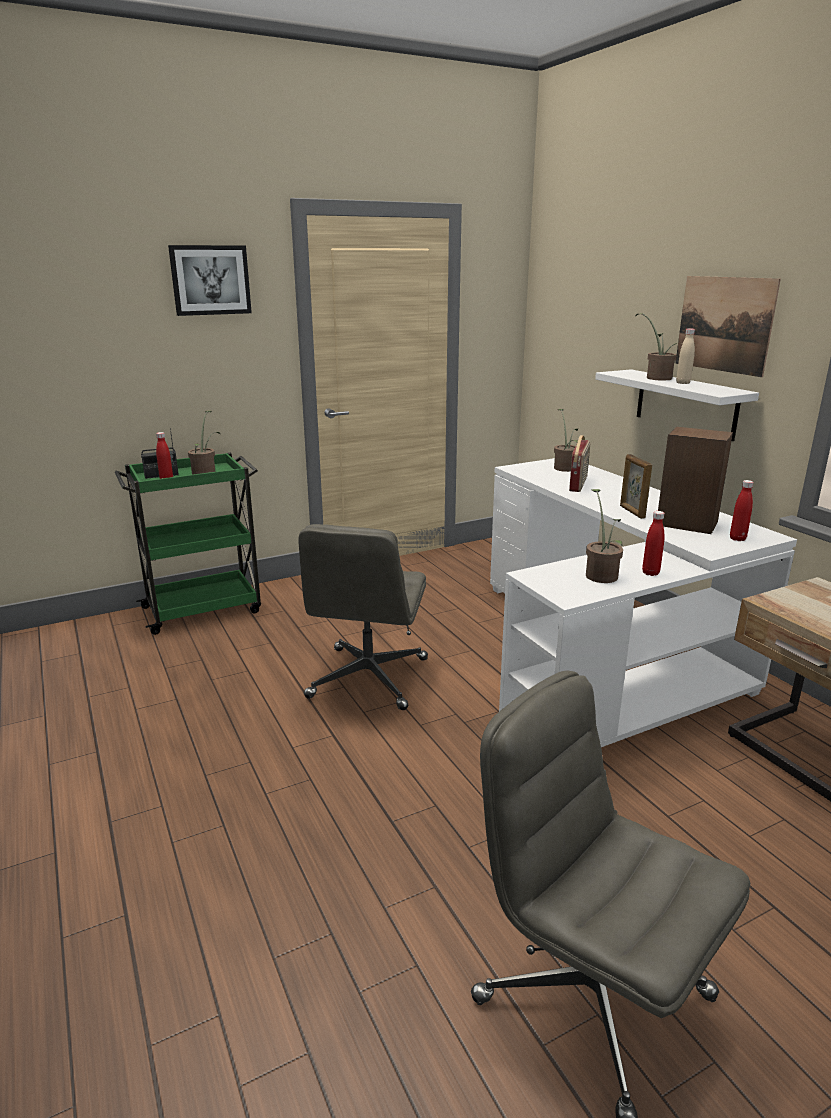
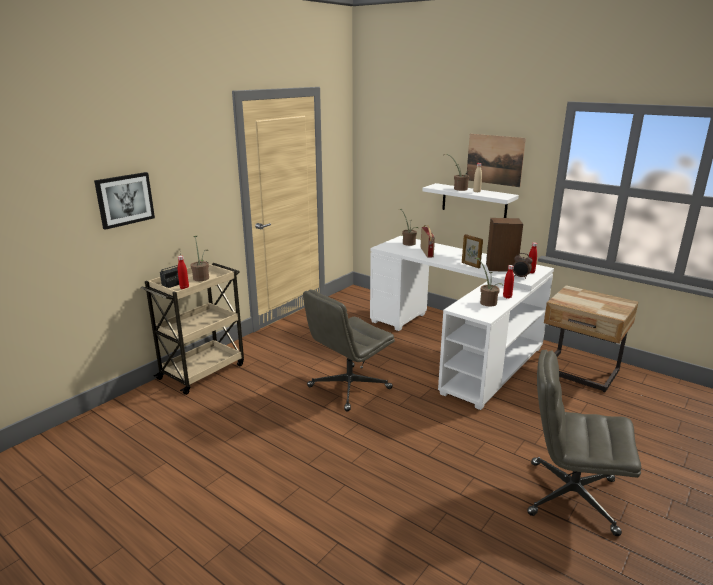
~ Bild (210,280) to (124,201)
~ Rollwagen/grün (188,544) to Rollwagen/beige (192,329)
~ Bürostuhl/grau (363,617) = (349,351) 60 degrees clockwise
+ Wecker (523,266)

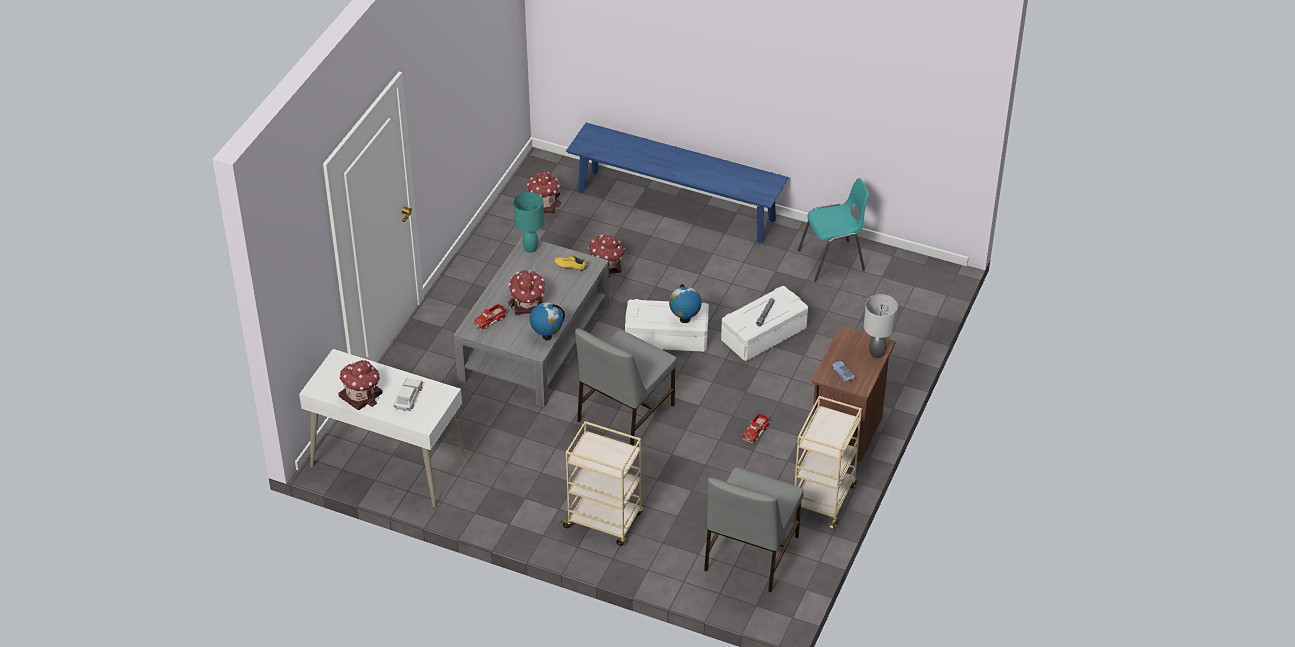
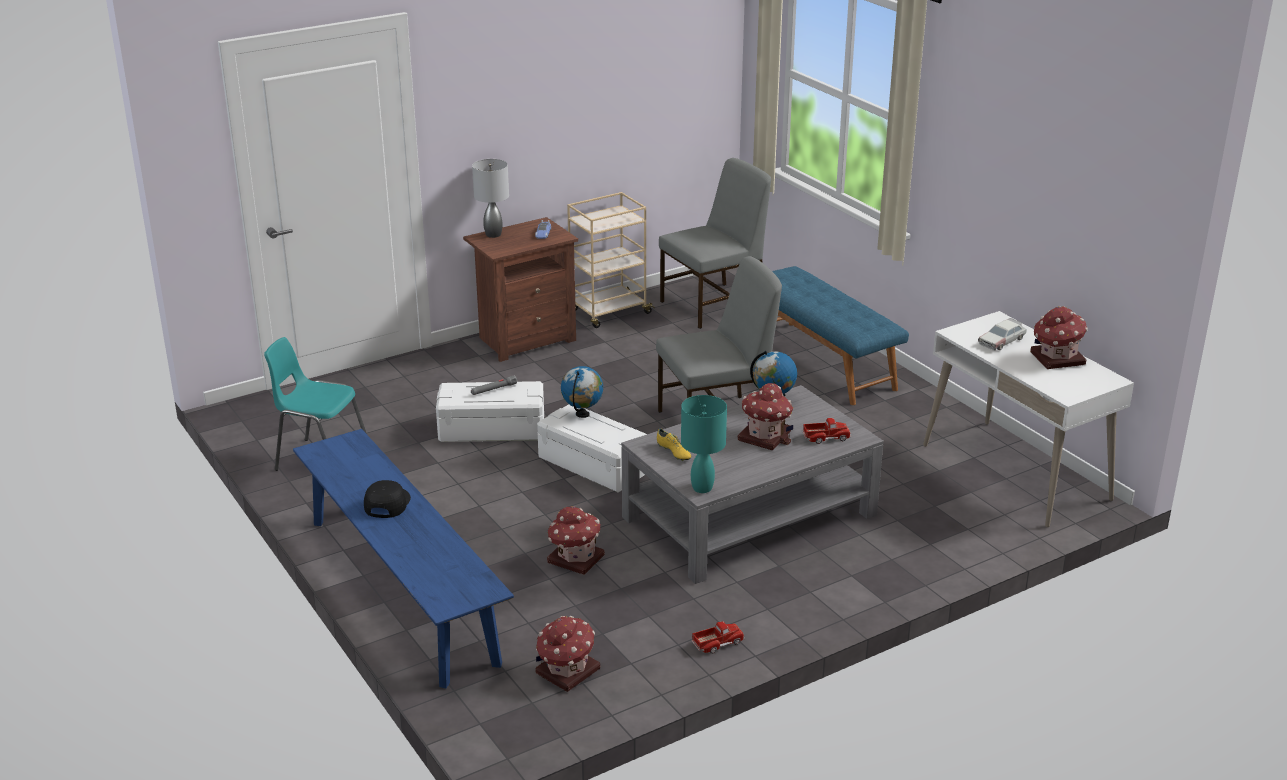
+ Kappe/schwarz (387,499)
~ Spielzeuglaster (756,428) to (718,637)
~ Rollwagen/beige (601,483) to Bank/blau (840,335)

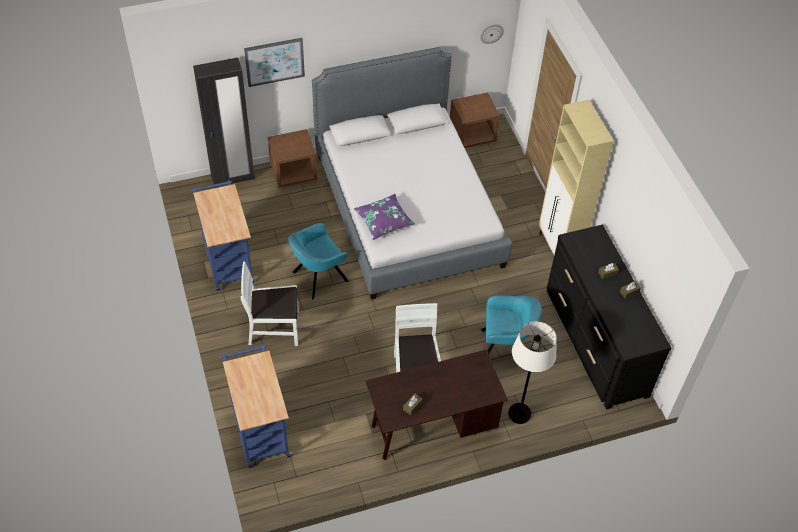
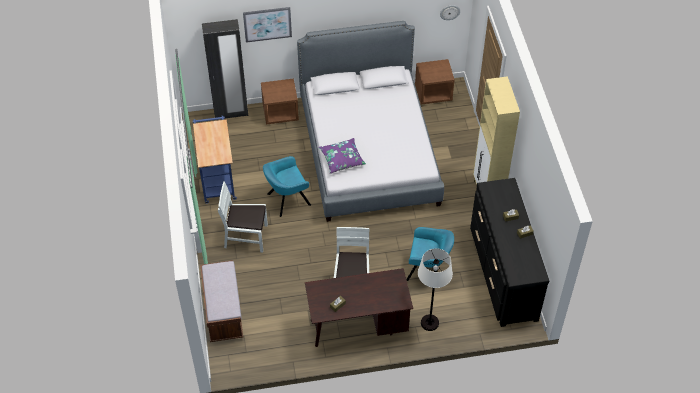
~ Rollwagen/blau (256,406) to Bank/braun (221,301)

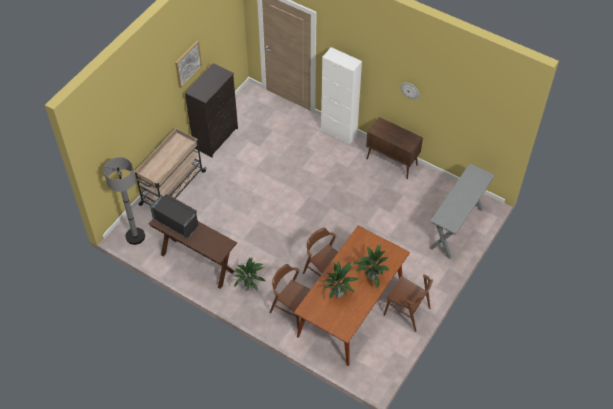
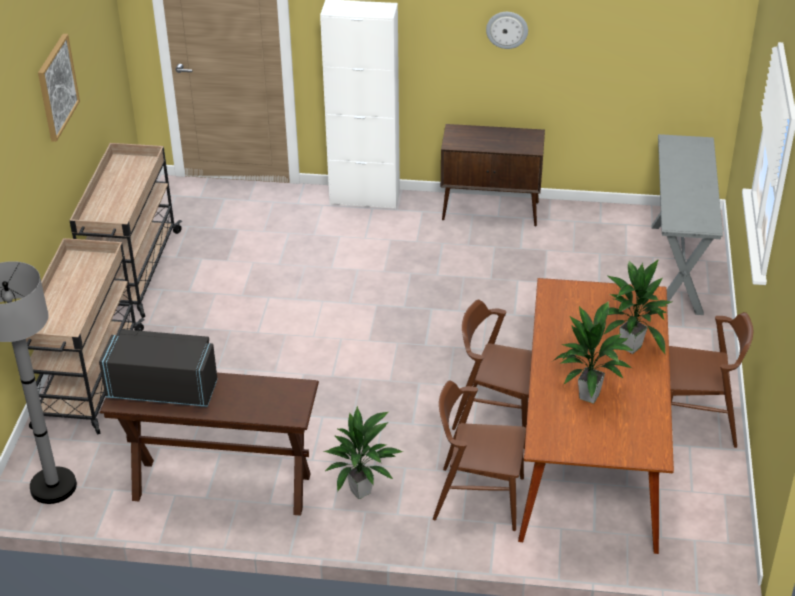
~ Kommode/schwarz (211,110) to Rollwagen/beige (125,230)

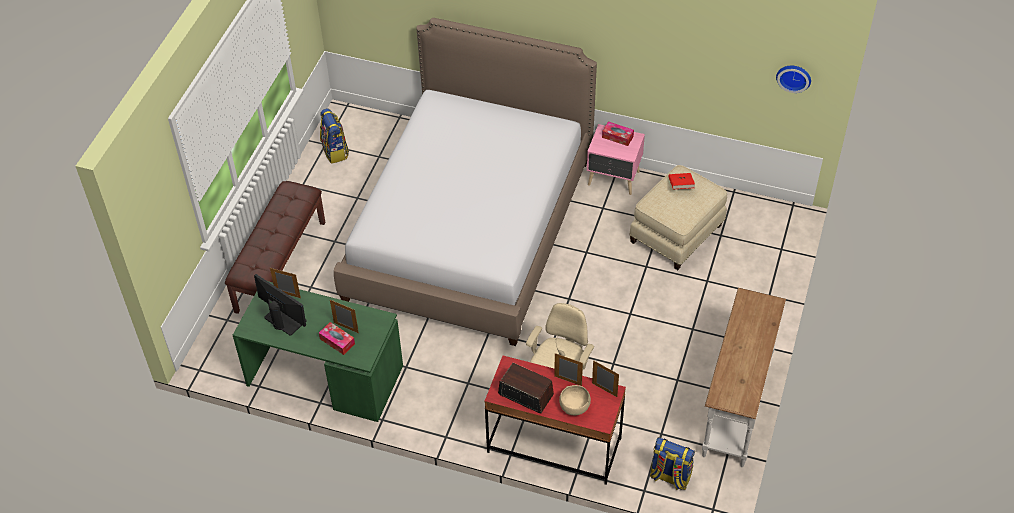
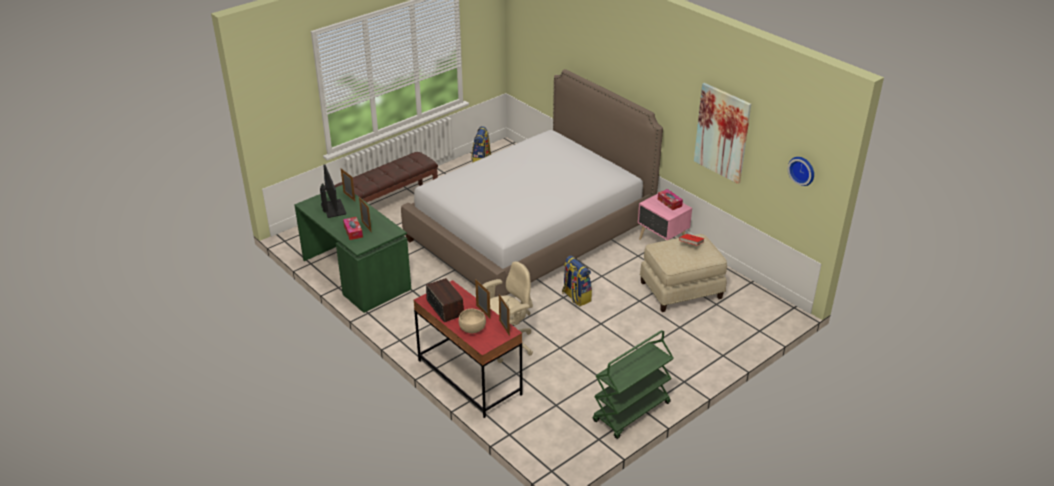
~ Rucksack (672,463) to (577,280)
~ Konsolentisch/weiß (744,377) to Rollwagen/grün (633,384)
+ Bild (722,133)

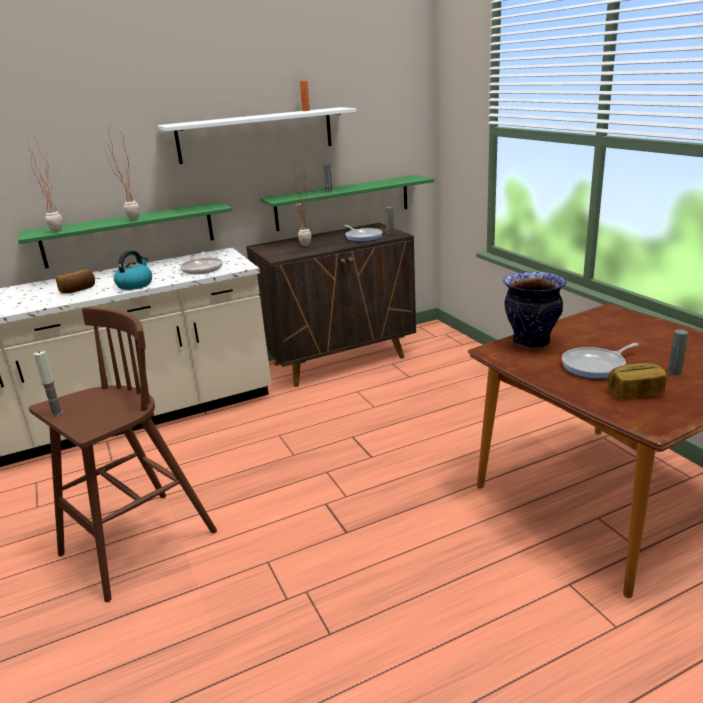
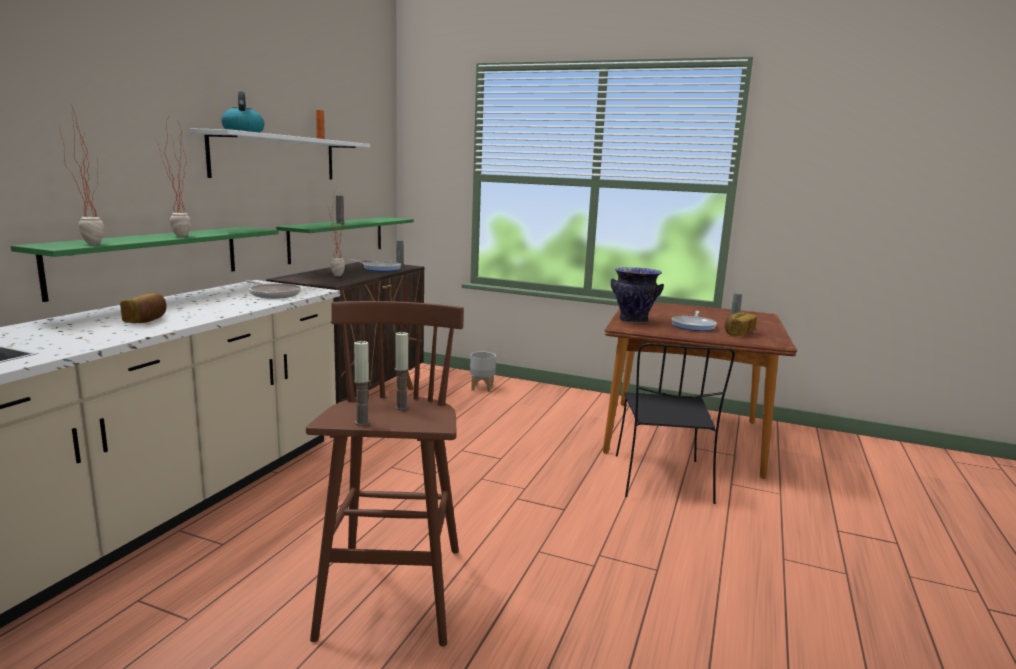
~ Wasserkessel (133,270) to (243,112)
+ Kerze (402,371)
+ Pflanzkübel/grau (483,371)
+ Stuhl/schwarz (675,423)

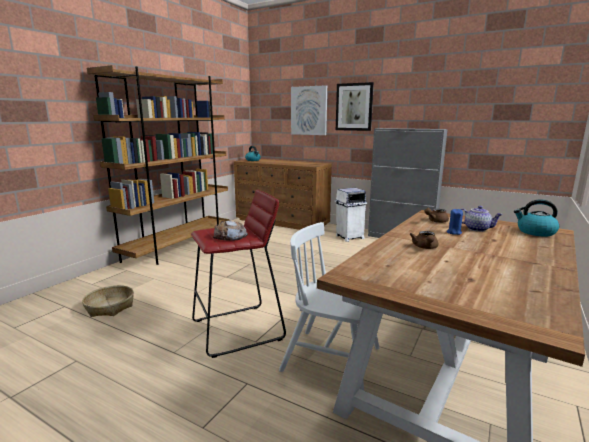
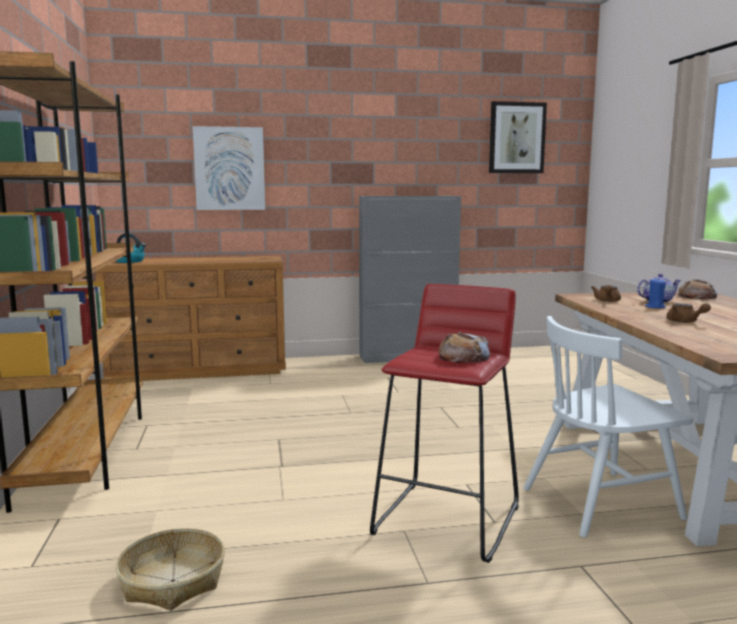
~ Bild (355,106) to (518,137)
~ Wasserkessel (536,218) to Brot (696,289)
- Mülleimer/weiß (351,215)

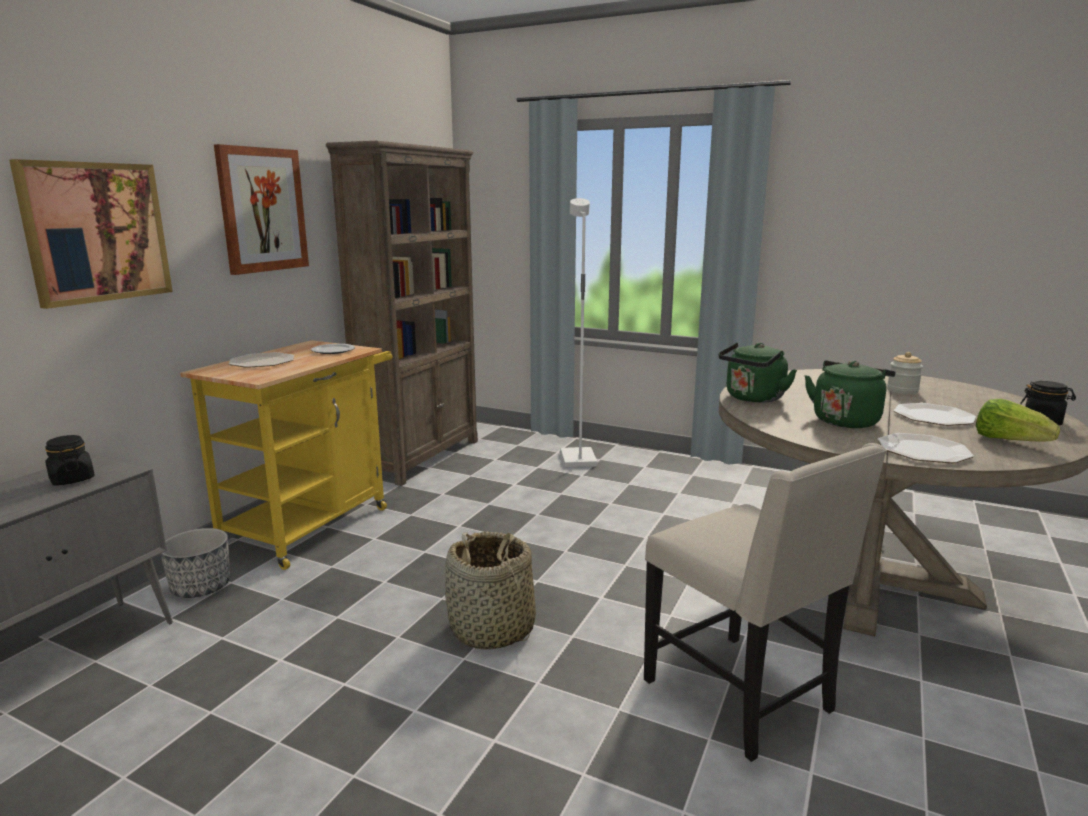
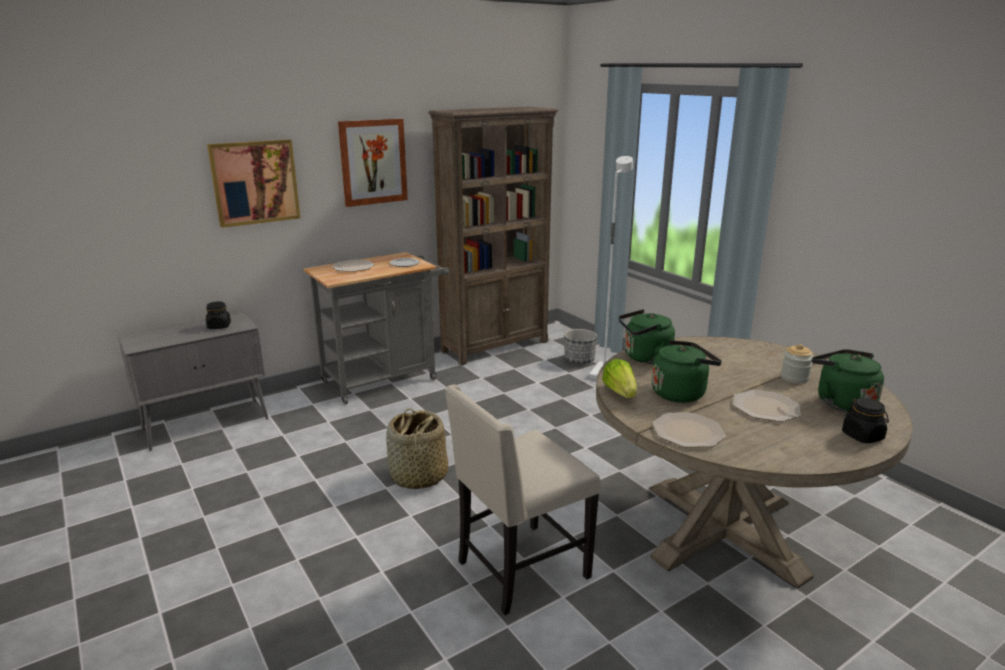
~ Rollwagen/gelb (286,455) to Rollwagen/grau (376,328)
~ Stuhl/beige (765,602) = (523,500) 60 degrees clockwise
~ Pflanzkübel (195,563) to (580,346)
~ Salatkopf (1018,420) to (619,378)
+ Wasserkessel/grün (848,381)

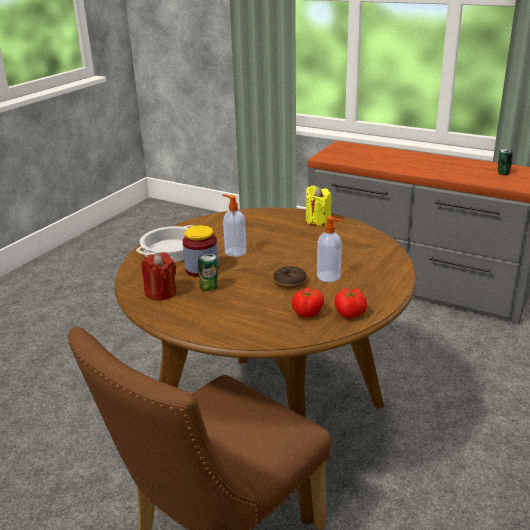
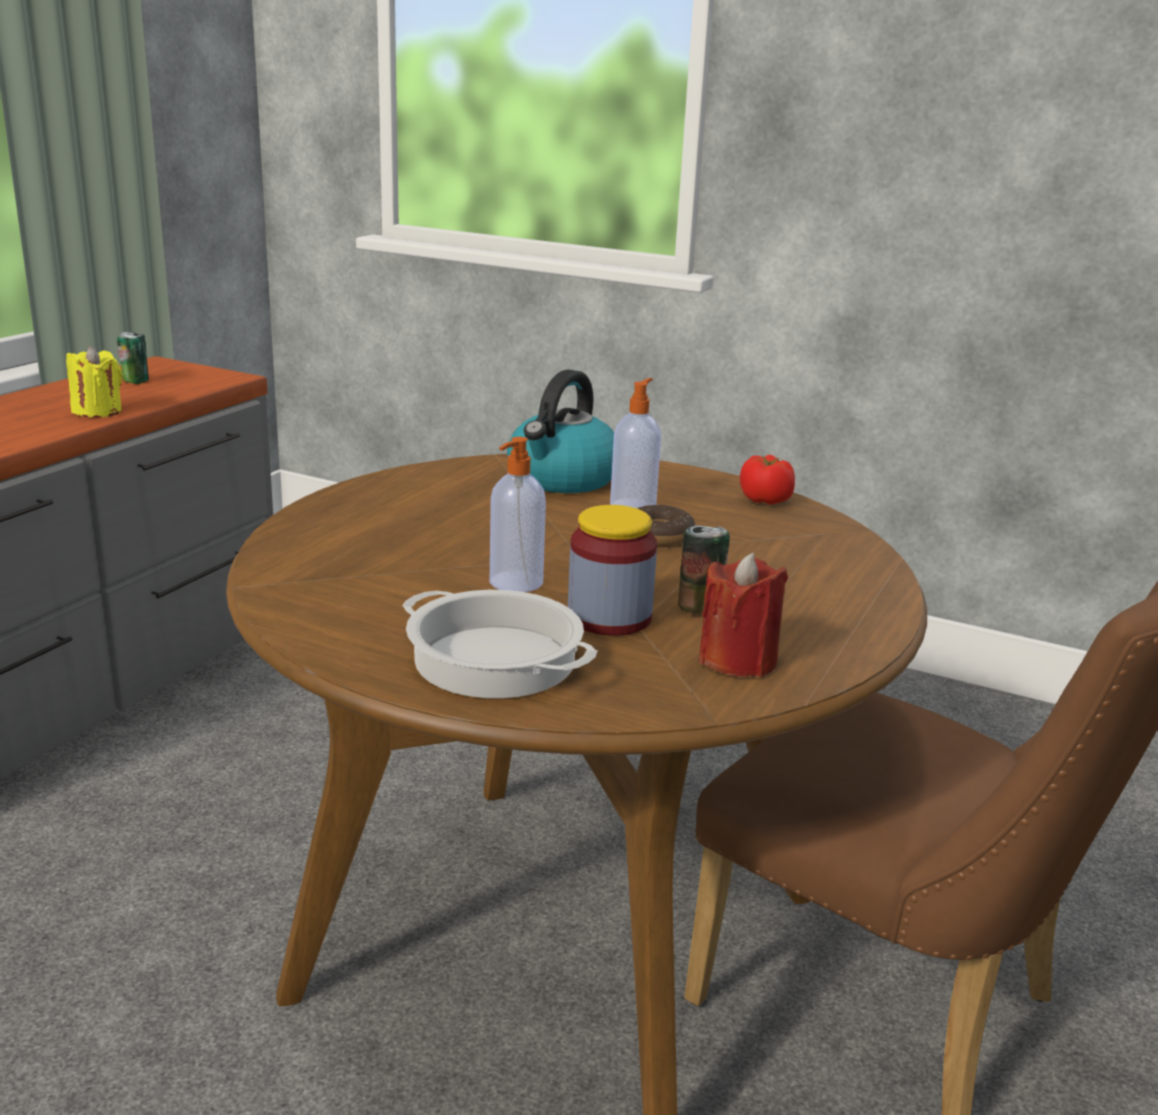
~ Kerze/gelb (319,206) to (94,382)
+ Wasserkessel (560,431)
- Tomate (308,302)

